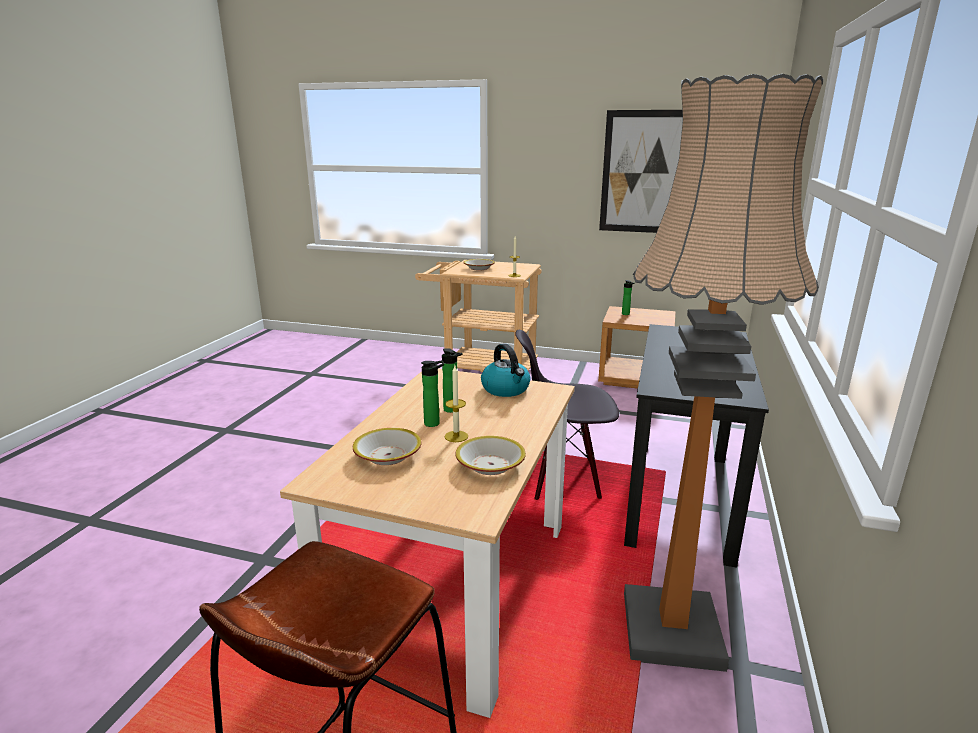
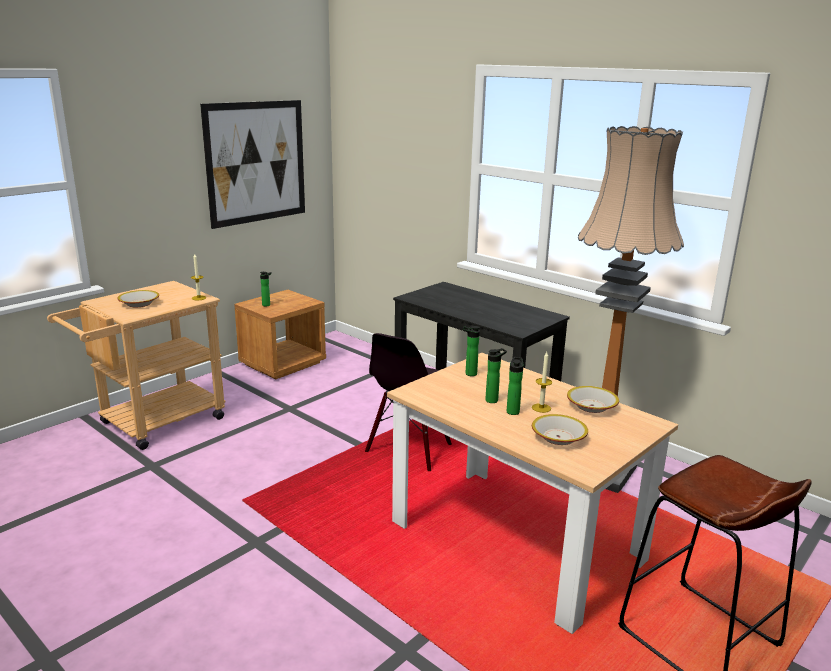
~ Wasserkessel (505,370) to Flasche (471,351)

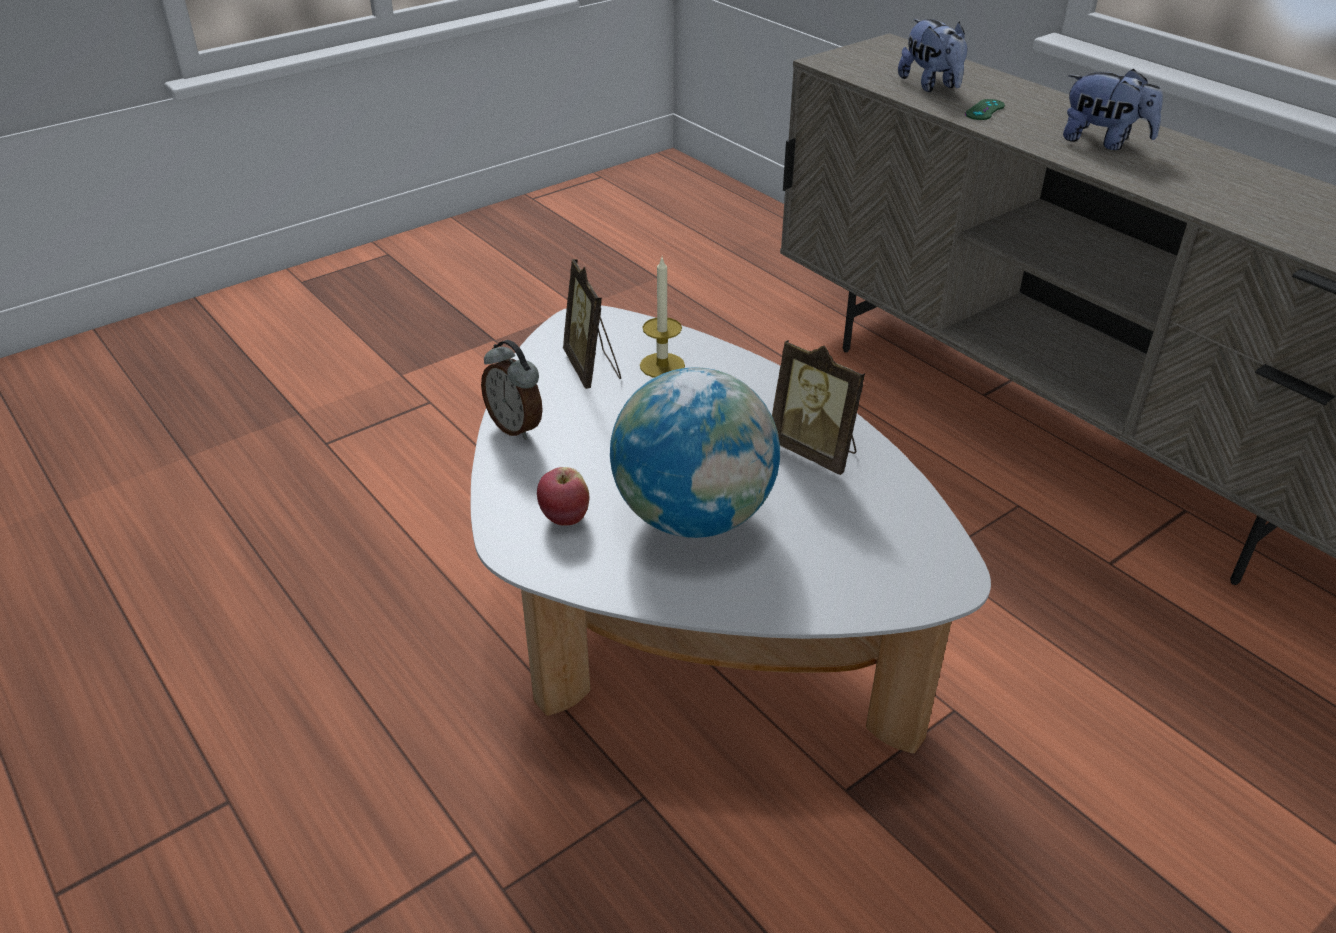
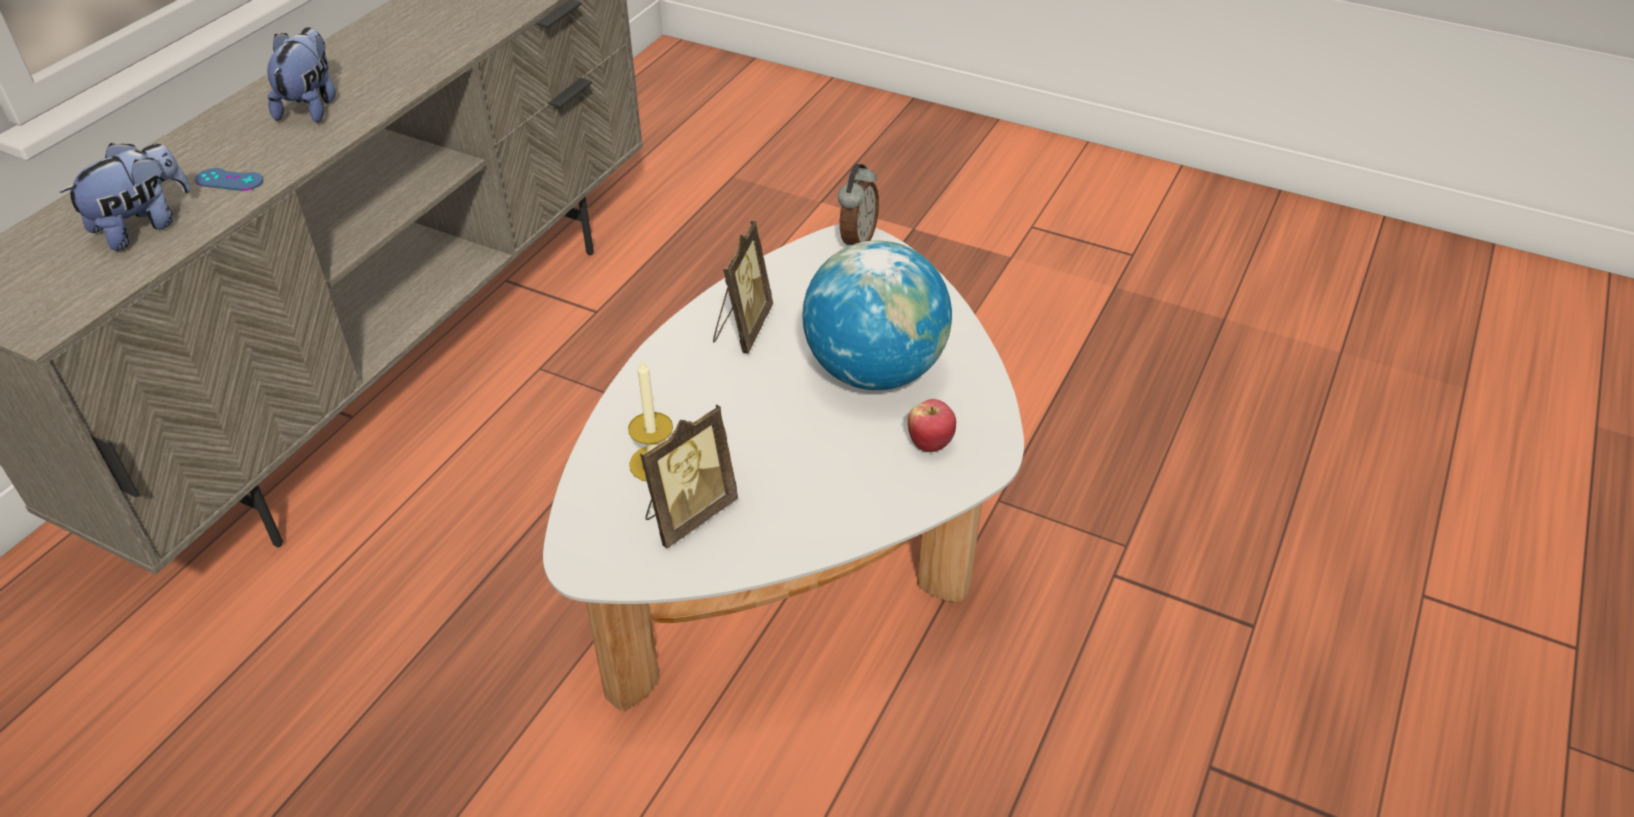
~ Gamepad/grün (985,109) to Gamepad/blau (229,179)
~ Wecker (512,390) to (858,204)

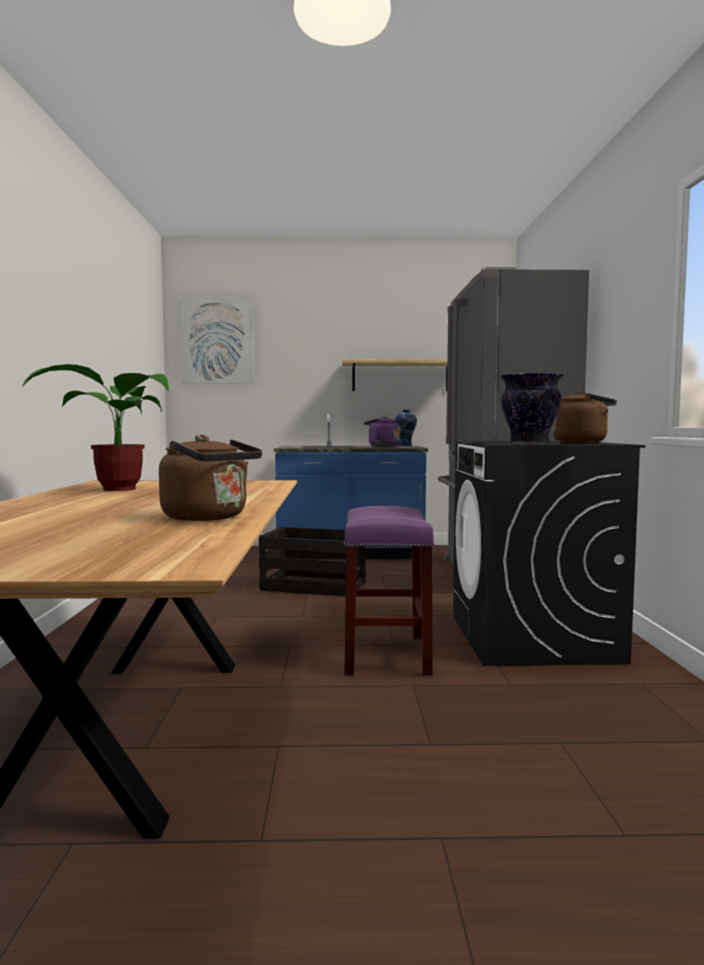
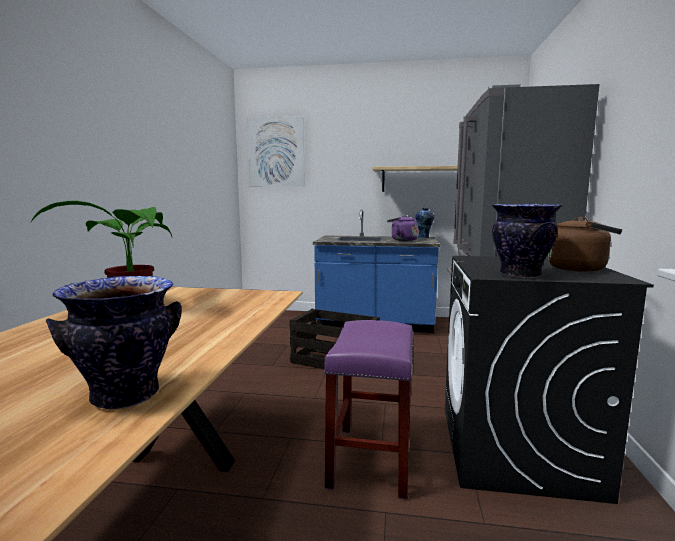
~ Wasserkessel/braun (210,478) to Vase (114,342)

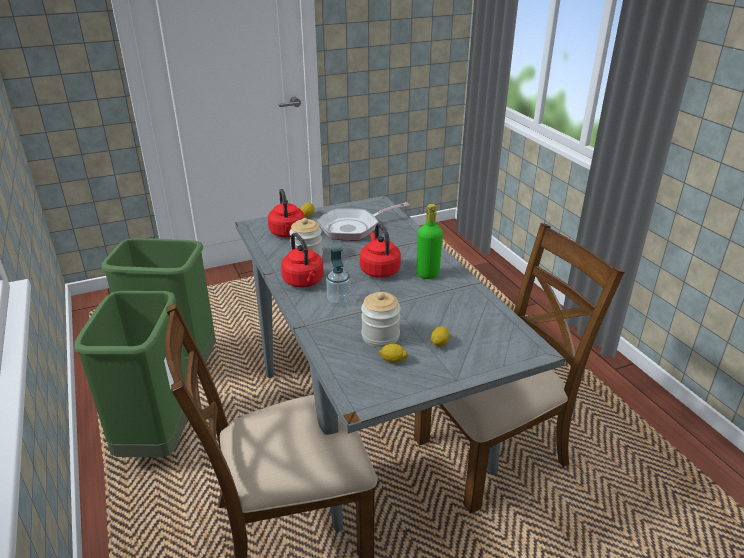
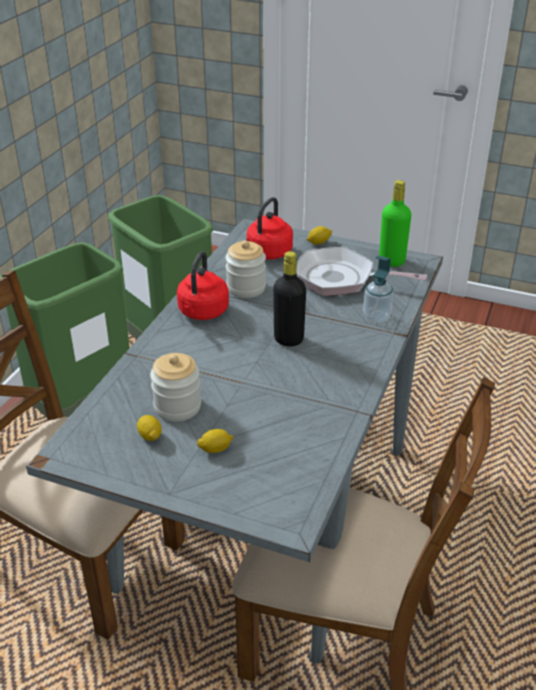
~ Wasserkessel/rot (380,250) to Flasche/schwarz (289,298)
~ Seifenspender (338,277) to (378,289)
~ Flasche/grün (430,241) to (395,223)

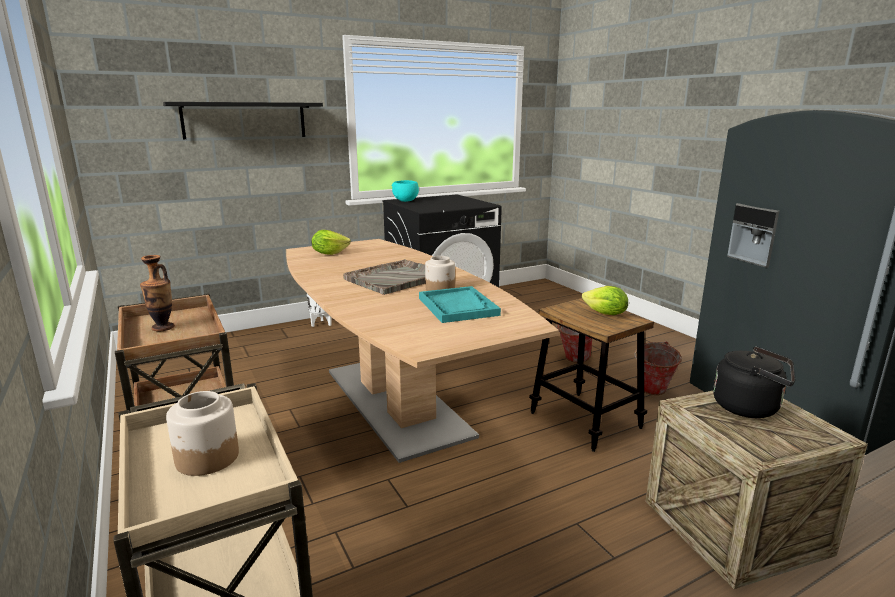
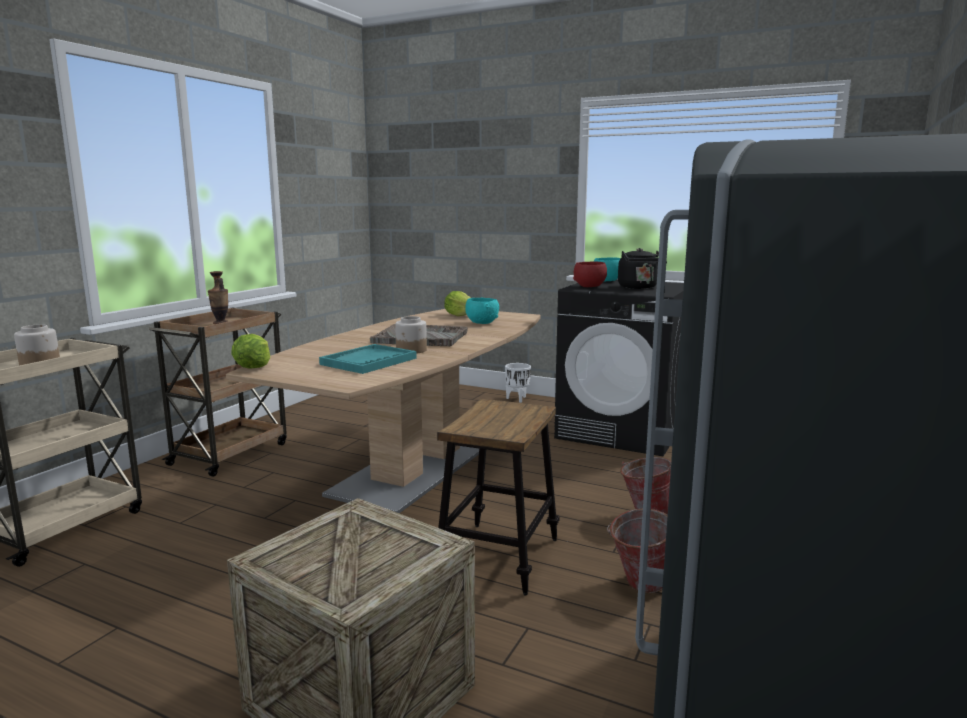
~ Salatkopf (605,300) to (250,351)
+ Schüssel/türkis (482,311)
+ Schüssel/rot (590,274)
~ Wasserkessel/schwarz (754,382) to (642,268)
- Wandregal/schwarz (243,120)

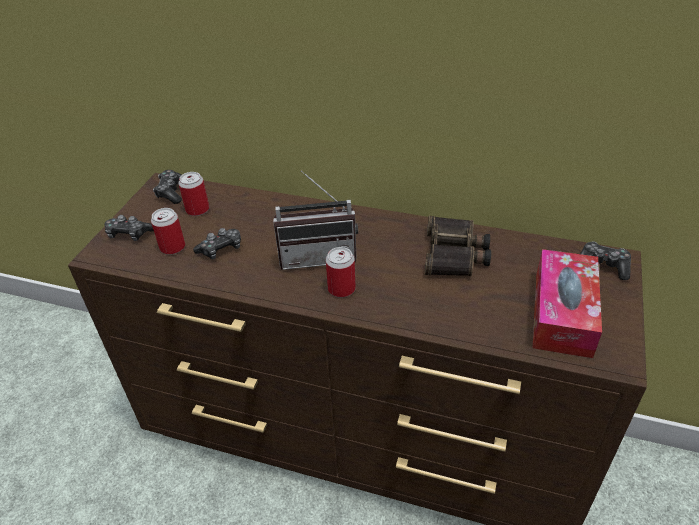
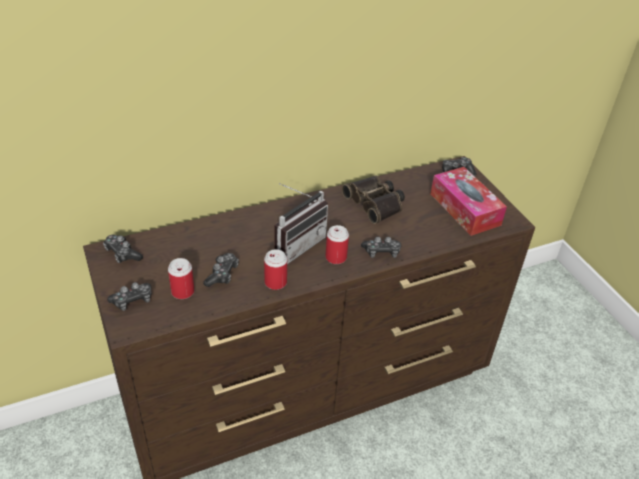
~ Dose (194,194) to (275,269)
+ Gamepad (381,247)

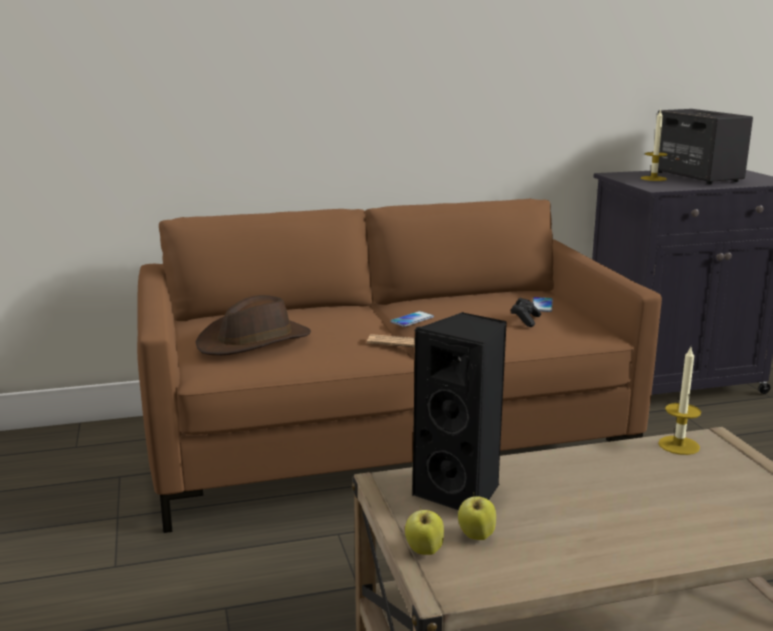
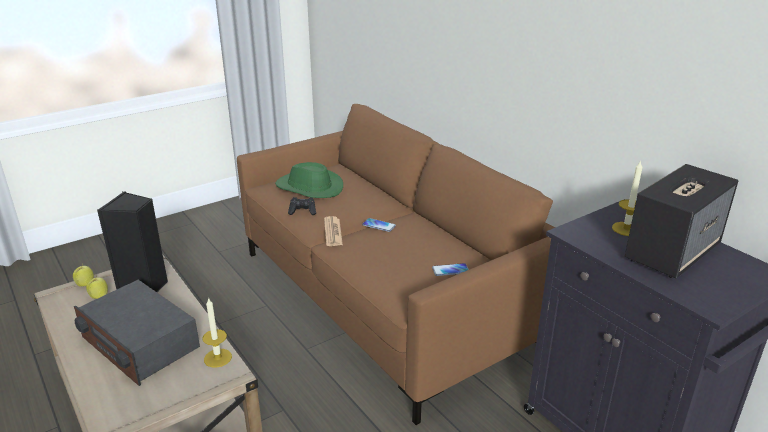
+ Radio (137,333)
~ Hut/braun (253,325) to Hut/grün (309,180)
~ Gamepad/schwarz (525,312) to (302,206)

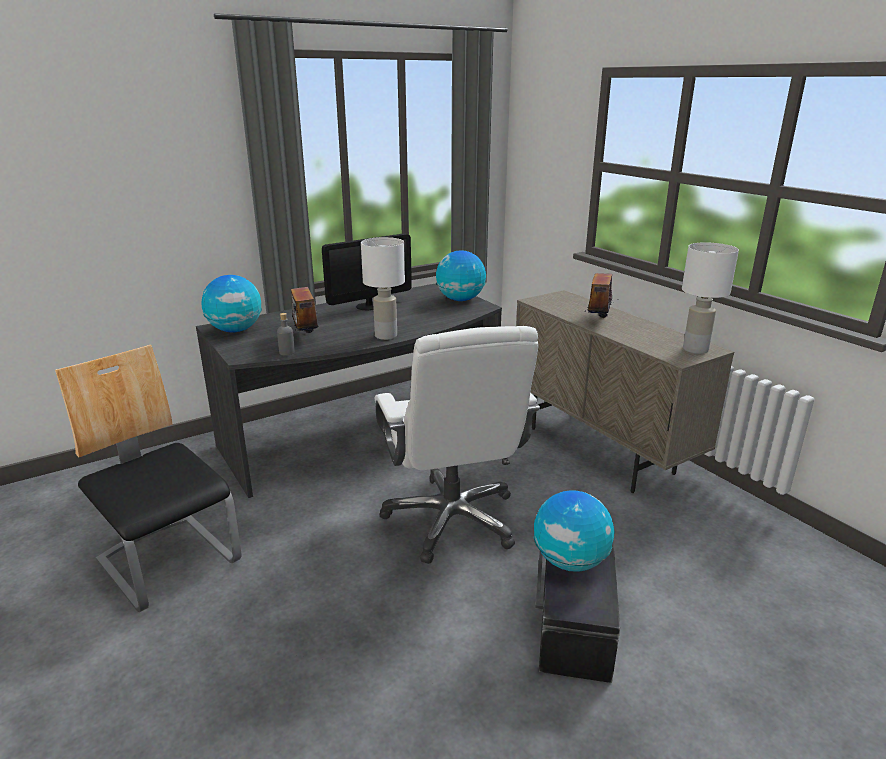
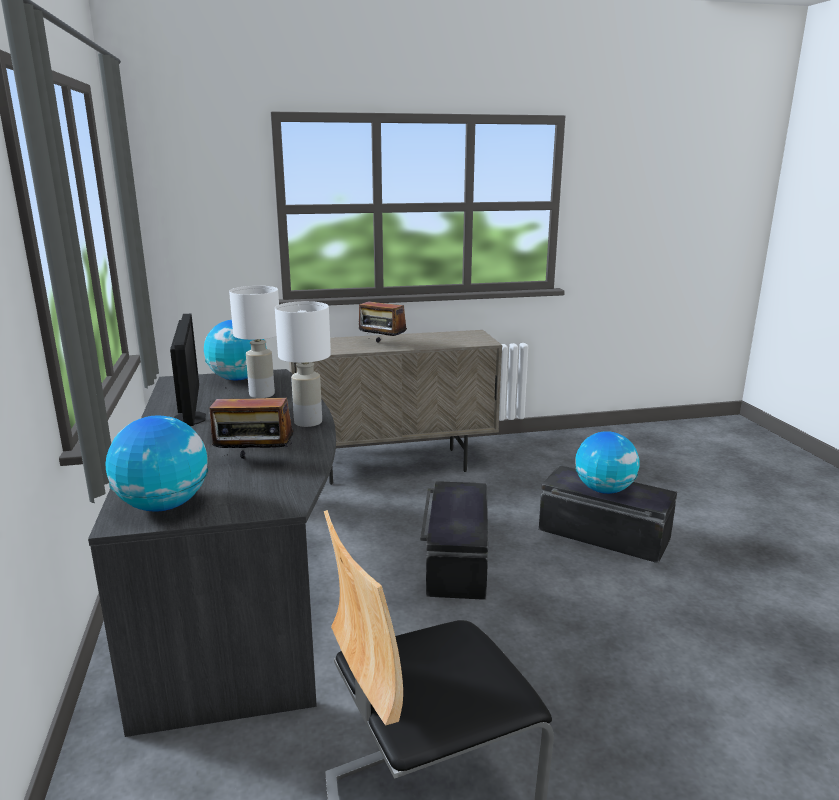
~ Tischlampe/weiß (710,298) to (254,342)
~ Bürostuhl/weiß (457,445) to Aufbewahrungsbox/schwarz (454,540)
- Flasche/grau (286,334)

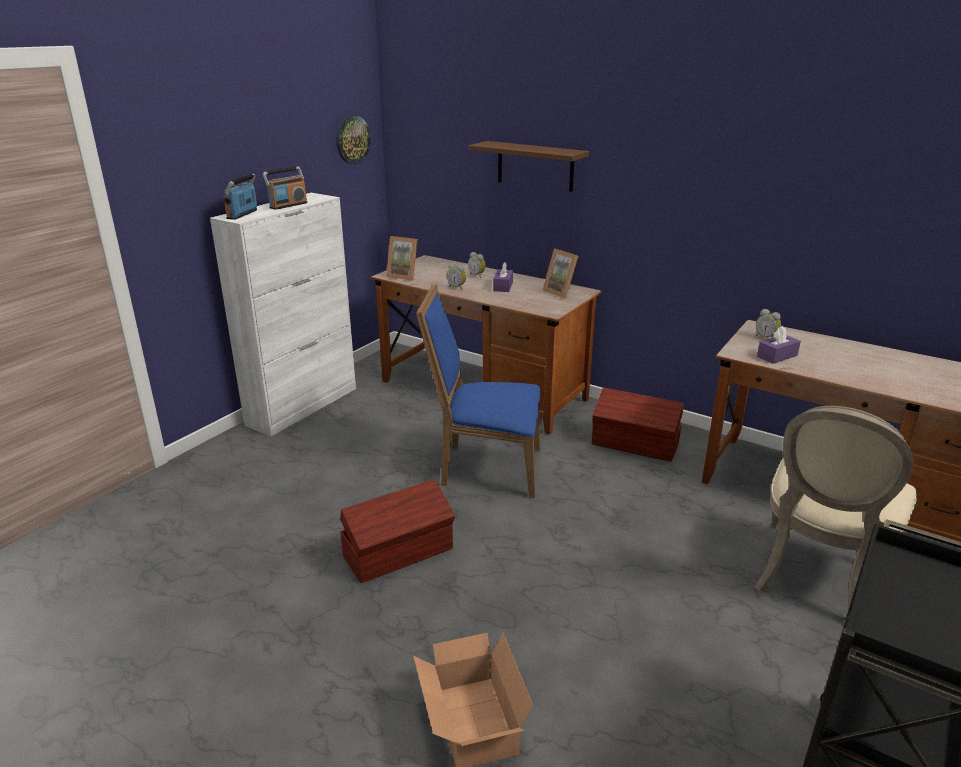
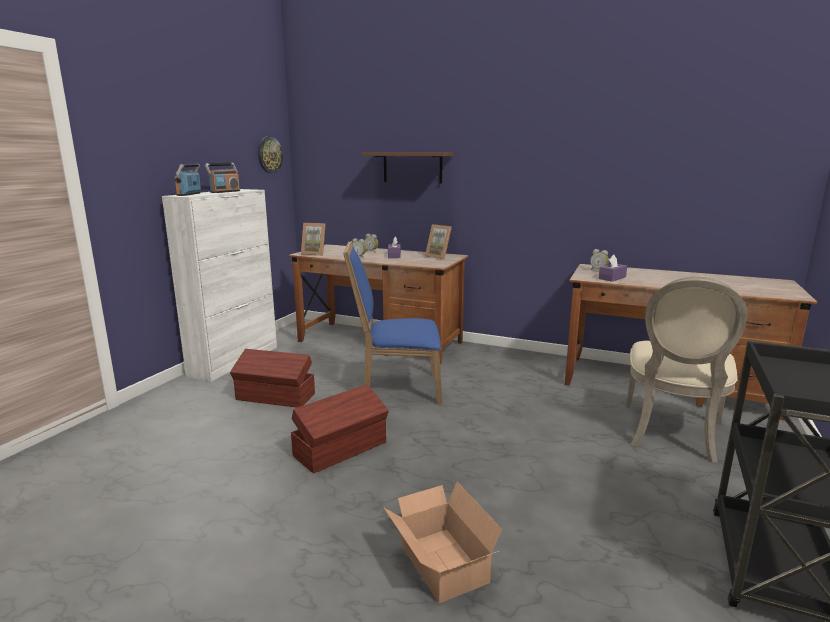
~ Aufbewahrungsbox/braun (637,424) to (272,378)

